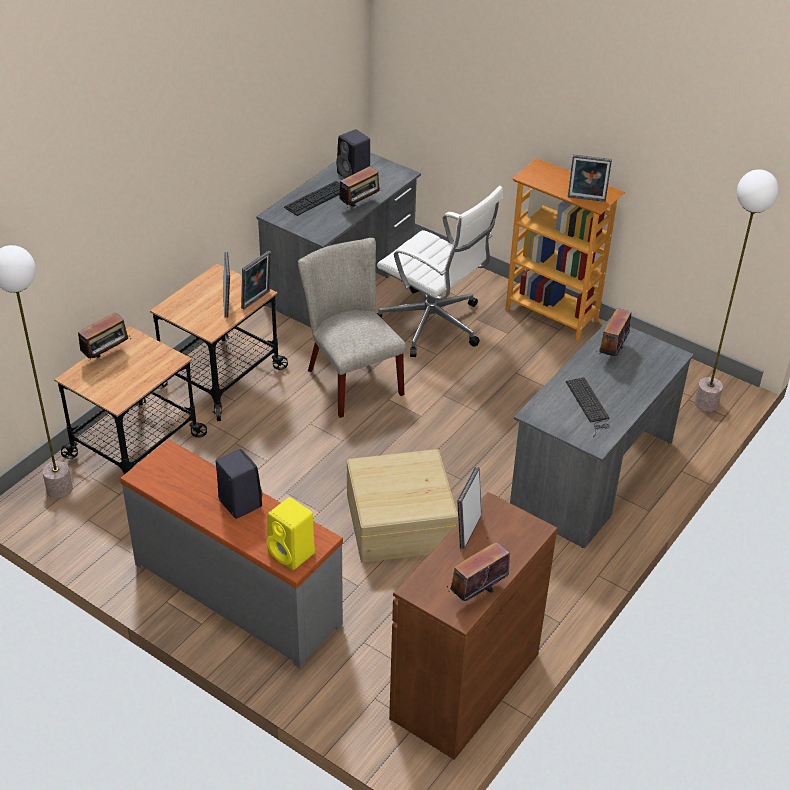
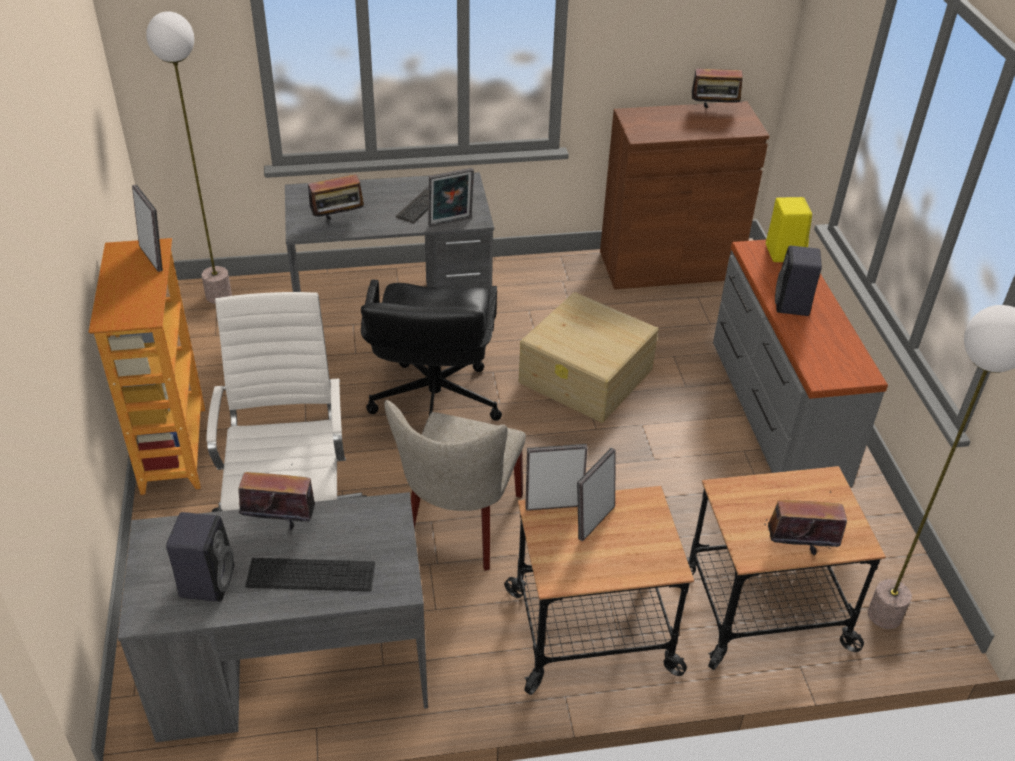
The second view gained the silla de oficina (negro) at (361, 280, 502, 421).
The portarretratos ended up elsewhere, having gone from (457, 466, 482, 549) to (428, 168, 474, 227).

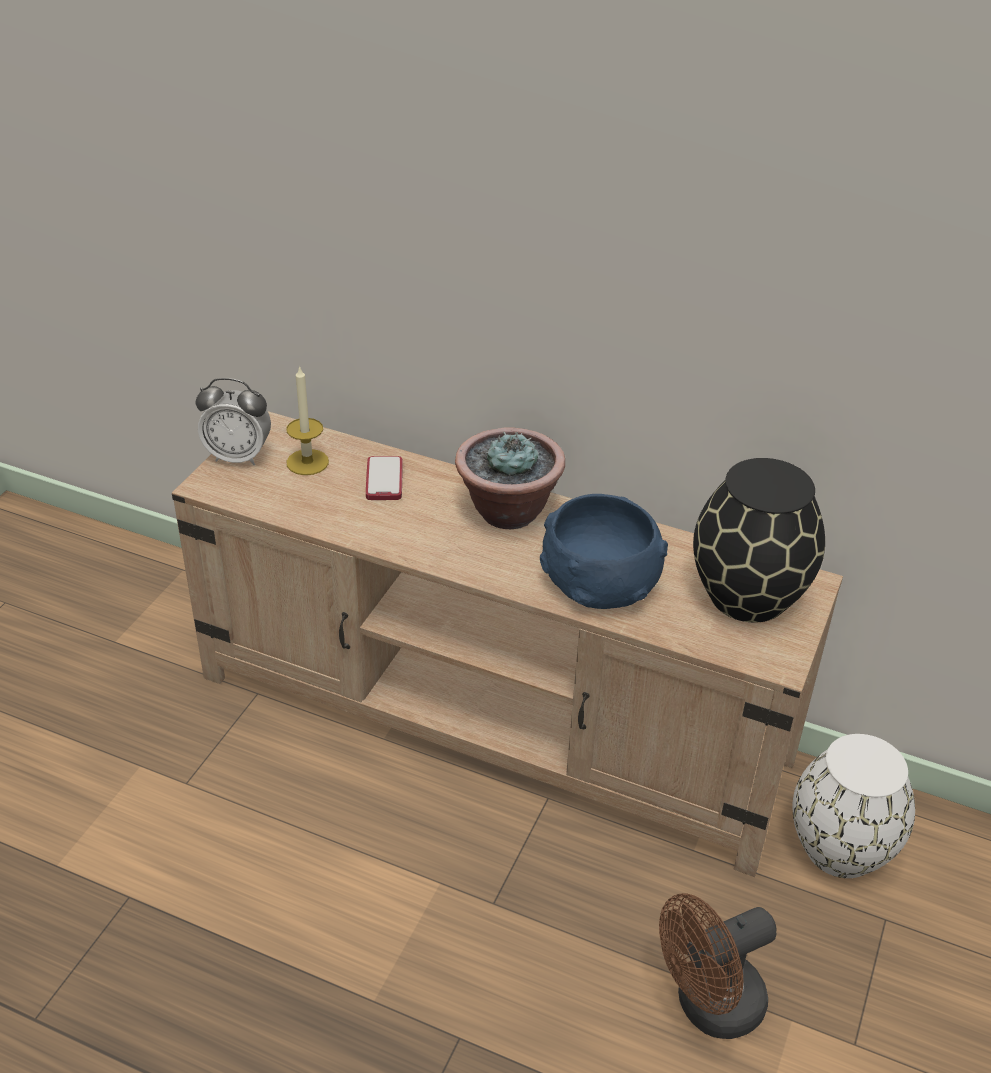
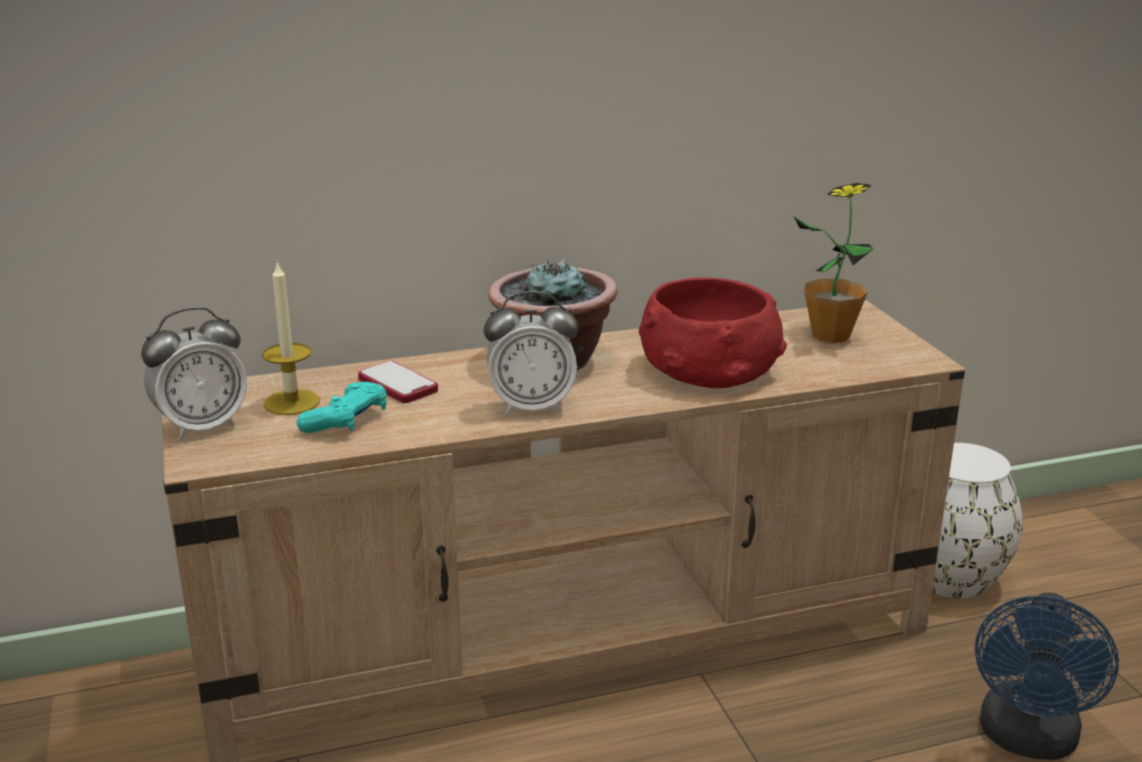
The second view gained the mando de consola (turquesa) at (297, 382, 387, 433).
The second view gained the despertador at (484, 291, 579, 415).
What was the cuenco (azul) at (540, 494, 668, 609) turned into the cuenco (rojo) at (639, 277, 787, 388).
Where the florero (negro) stood at (693, 458, 825, 622), the planta en maceta came to stand at (794, 183, 873, 343).
What was the ventilador (marrón) at (659, 893, 776, 1039) turned into the ventilador (azul) at (975, 593, 1119, 760).

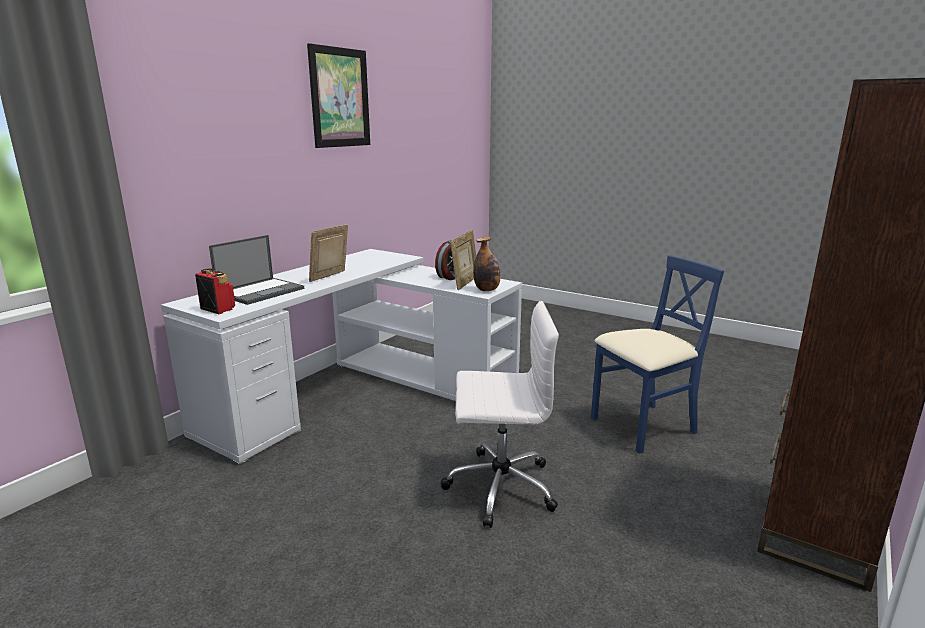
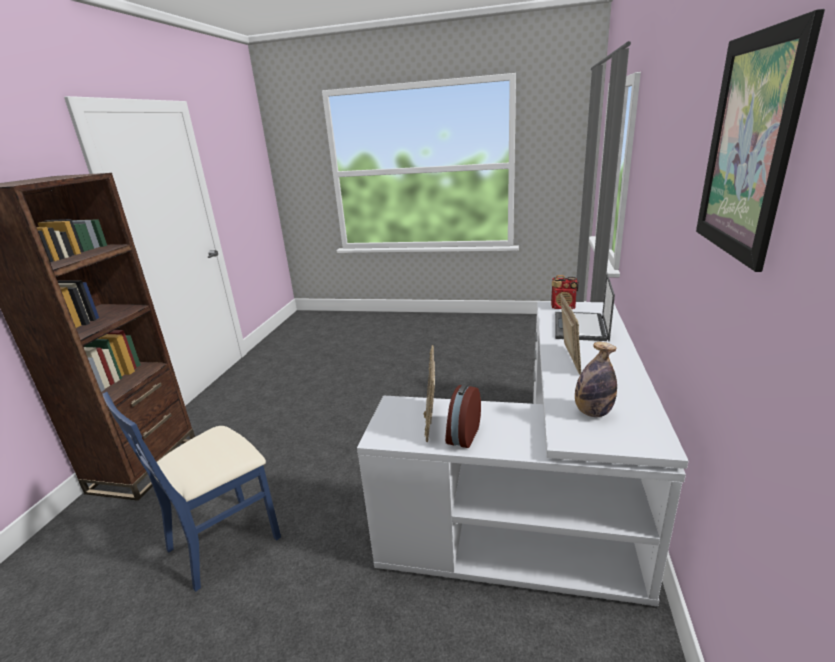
The botella ended up elsewhere, having gone from (473, 237, 500, 291) to (575, 342, 617, 417).
The second view lost the silla de oficina (blanco) at (441, 301, 559, 528).

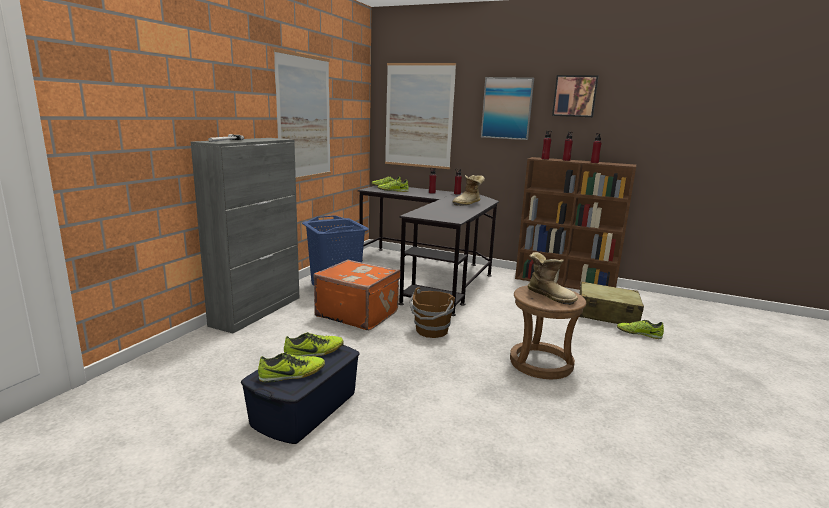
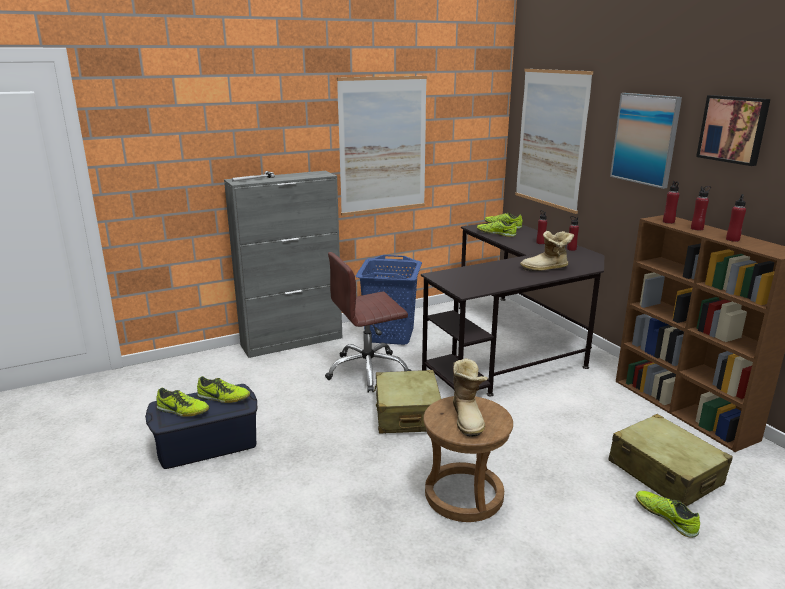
Where the maleta (naranja) stood at (313, 259, 401, 330), the silla de oficina (marrón) came to stand at (325, 252, 411, 393).
Where the cubo (marrón) stood at (409, 287, 455, 338), the maleta (beis) came to stand at (374, 370, 441, 433).

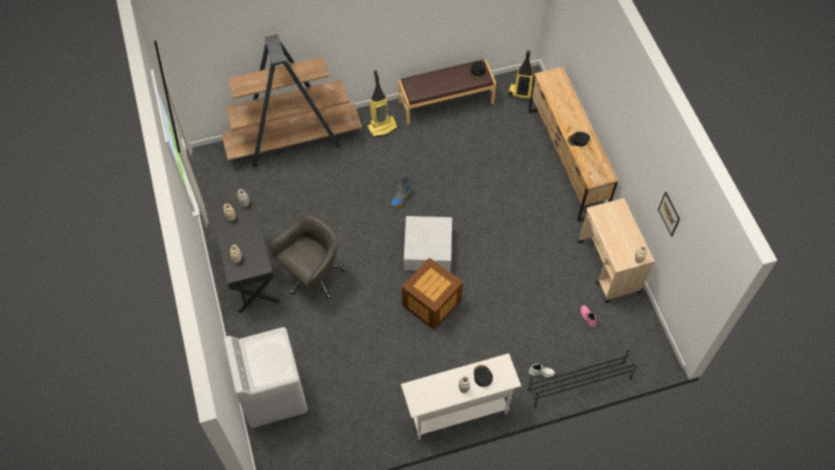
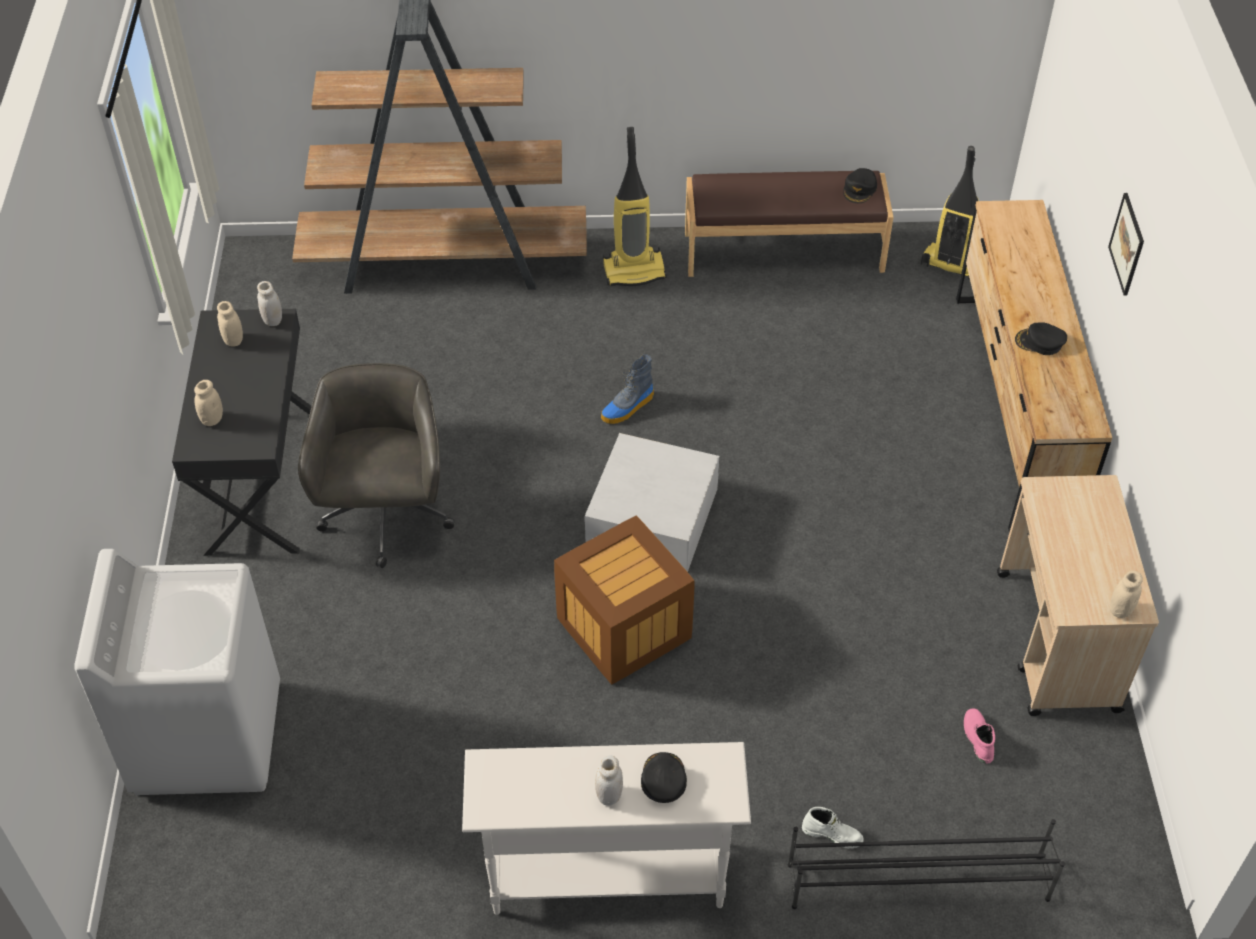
The silla de oficina (gris) at (270, 214, 346, 299) ended up facing another way, 60 degrees counterclockwise from before.
The cuadro ended up elsewhere, having gone from (658, 192, 680, 236) to (1108, 193, 1144, 296).

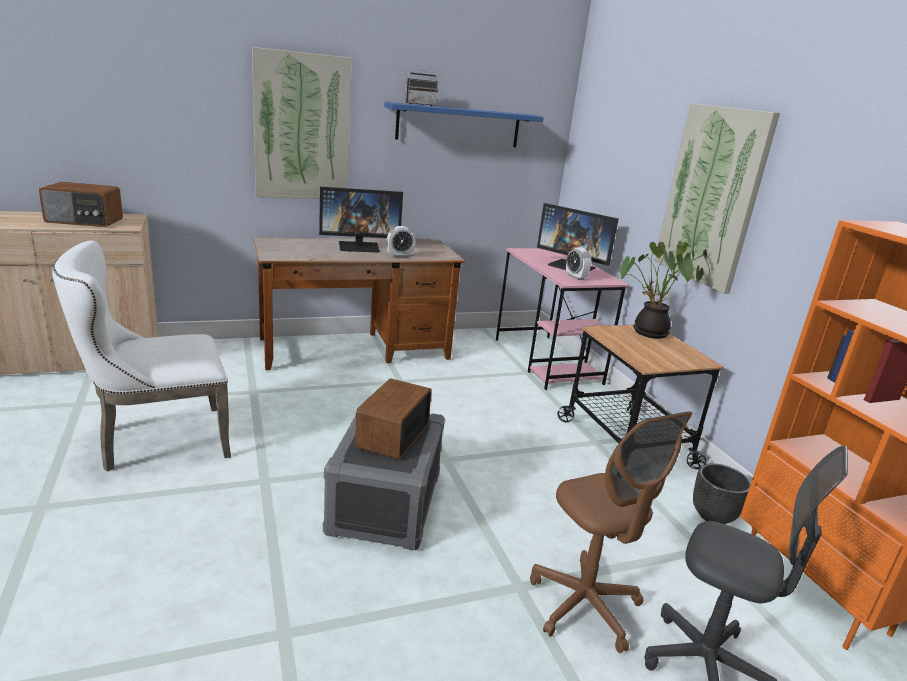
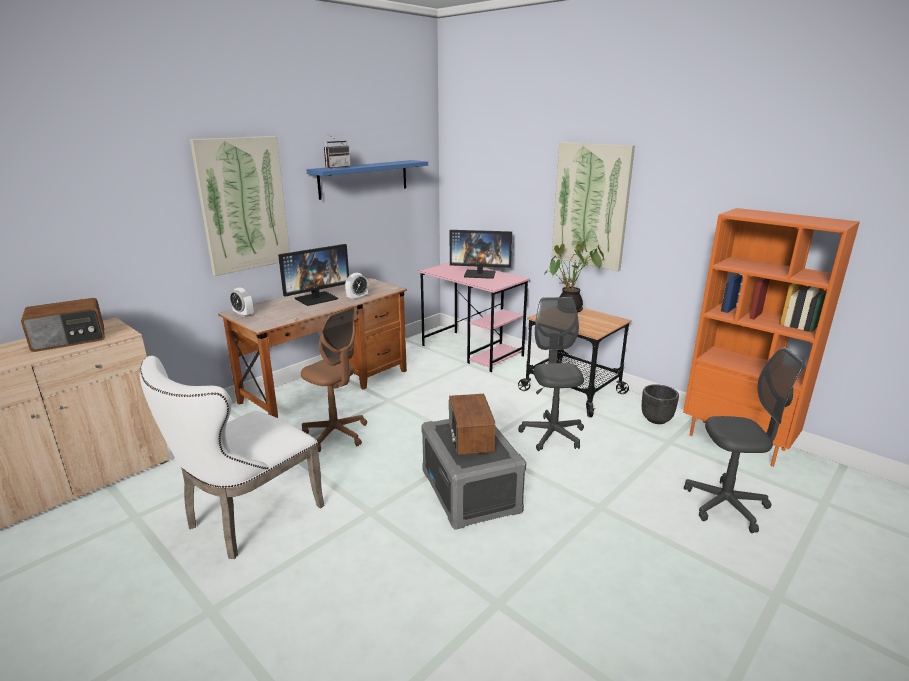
The despertador ended up elsewhere, having gone from (566, 247, 591, 280) to (230, 287, 253, 317).
The silla de oficina (marrón) ended up elsewhere, having gone from (530, 411, 693, 653) to (301, 307, 367, 452).
The second view gained the silla de oficina (gris) at (518, 297, 584, 451).

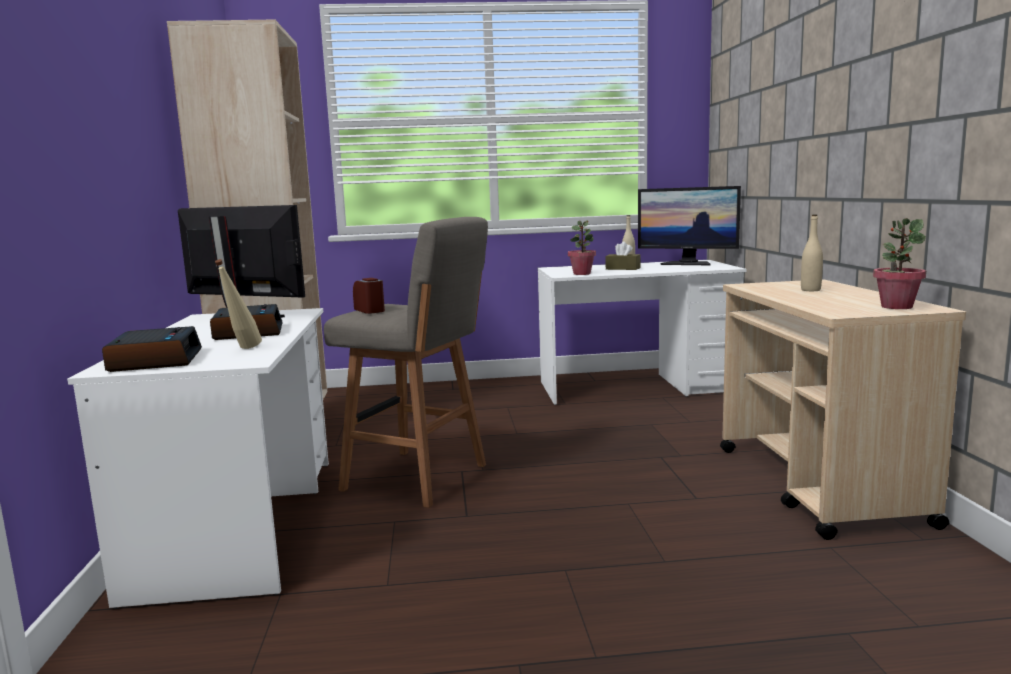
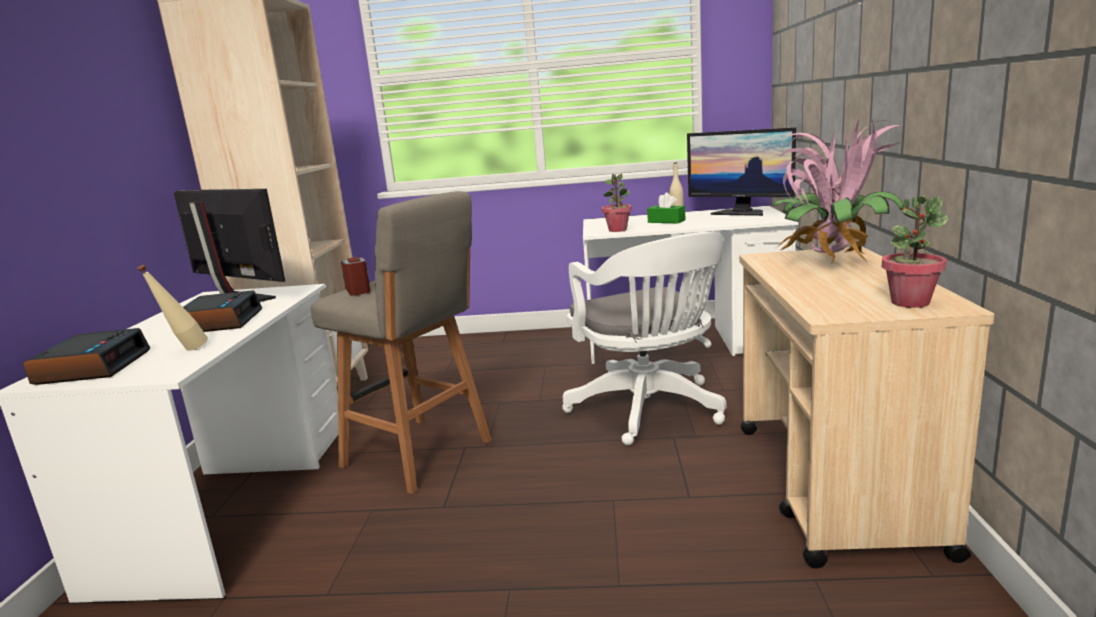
The second view gained the silla de oficina (blanco) at (562, 232, 727, 445).
What was the caja de pañuelos (marrón) at (606, 242, 641, 270) turned into the caja de pañuelos (verde) at (647, 193, 685, 223).
Where the botella (beis) stood at (801, 215, 823, 291), the planta en maceta came to stand at (771, 119, 904, 262).

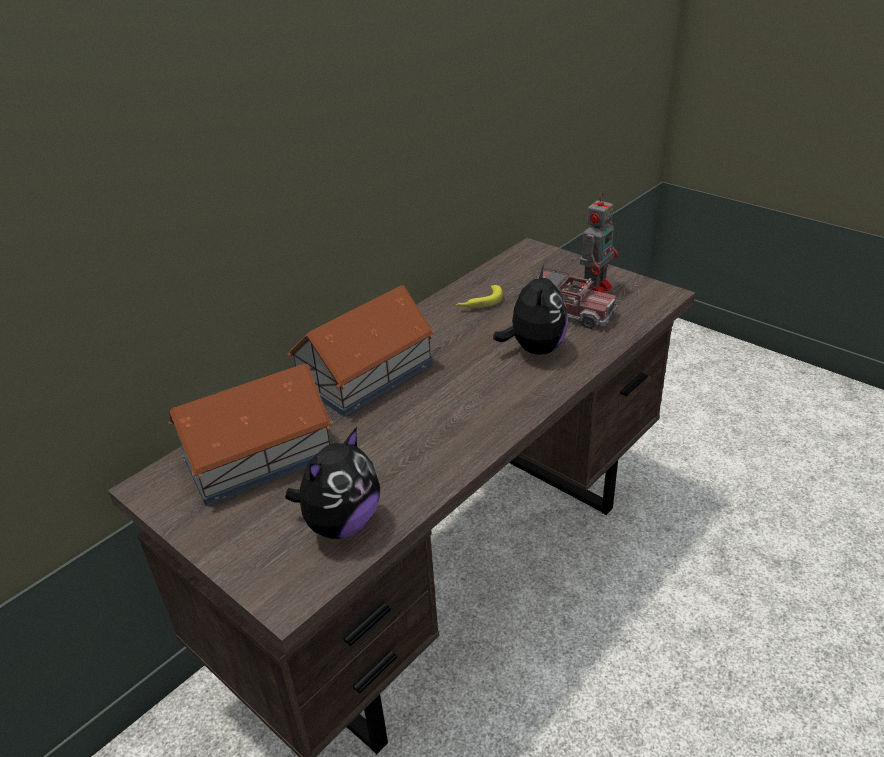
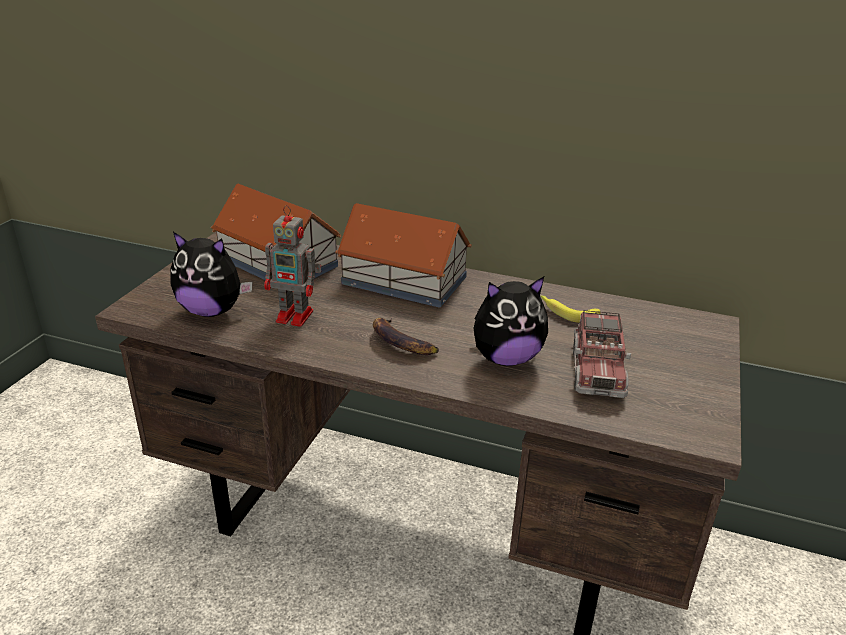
The robot de juguete ended up elsewhere, having gone from (580, 192, 618, 293) to (264, 205, 322, 327).
The second view gained the plátano at (373, 318, 439, 355).

